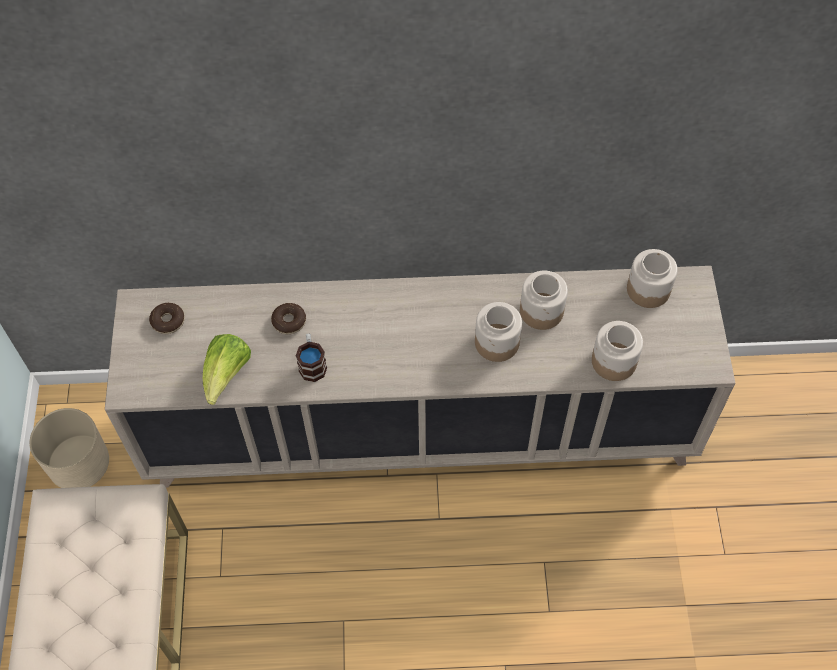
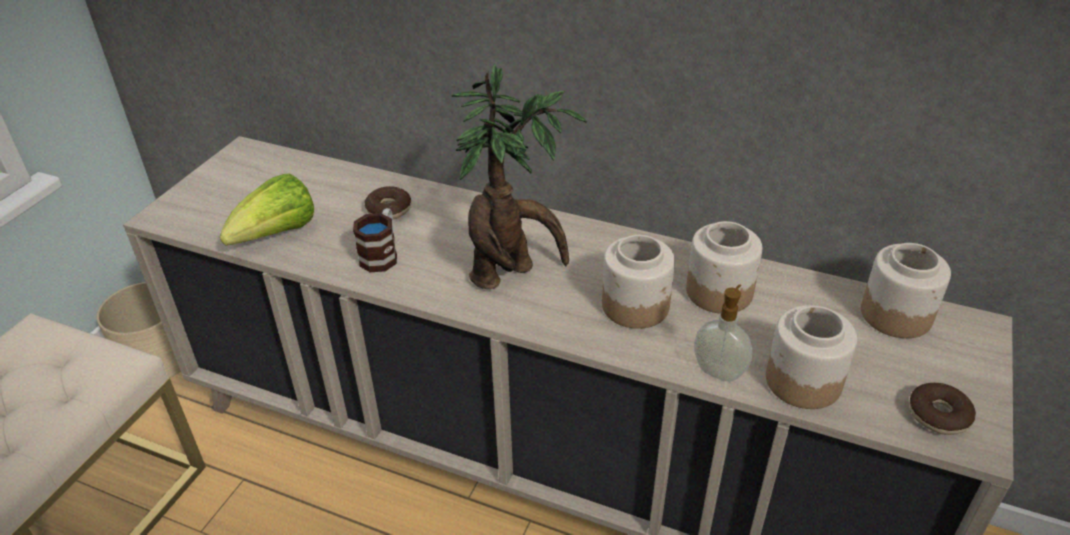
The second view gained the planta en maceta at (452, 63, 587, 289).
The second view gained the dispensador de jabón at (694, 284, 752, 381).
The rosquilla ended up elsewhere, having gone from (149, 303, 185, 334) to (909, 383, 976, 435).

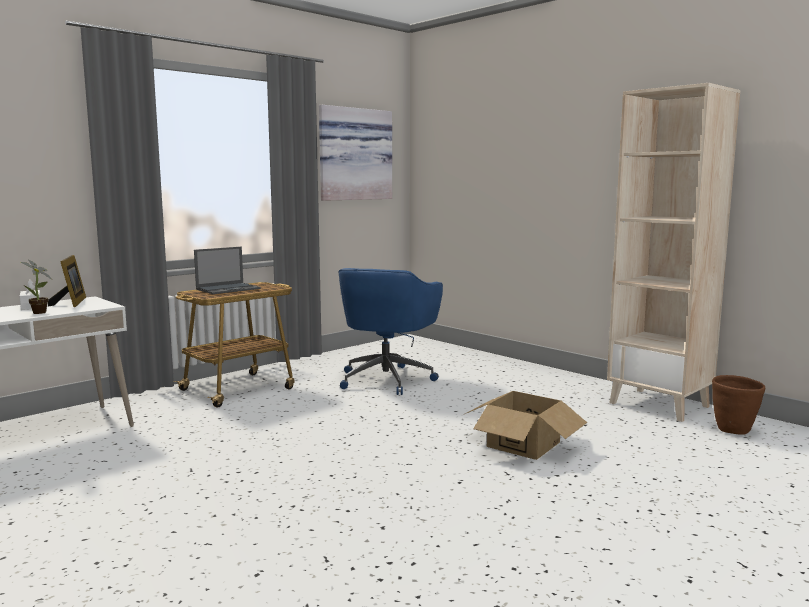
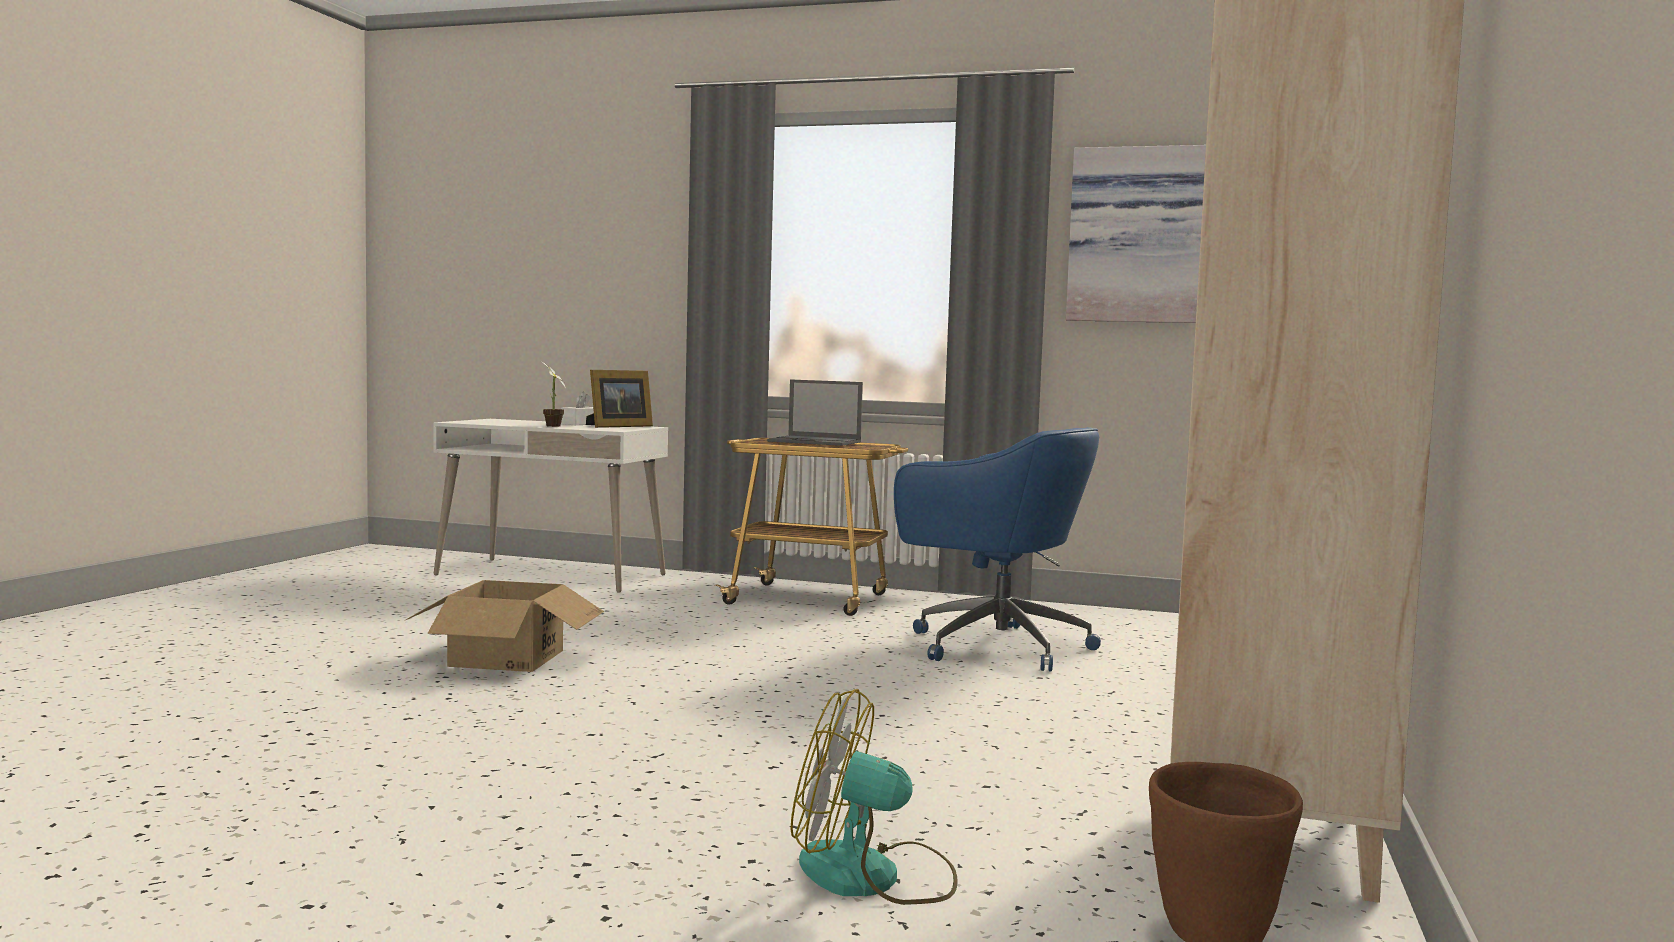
The caja de cartón ended up elsewhere, having gone from (465, 391, 587, 460) to (406, 580, 604, 672).
The second view gained the ventilador at (790, 689, 958, 905).
The silla de oficina (azul) at (338, 268, 443, 395) ended up facing another way, 135 degrees counterclockwise from before.

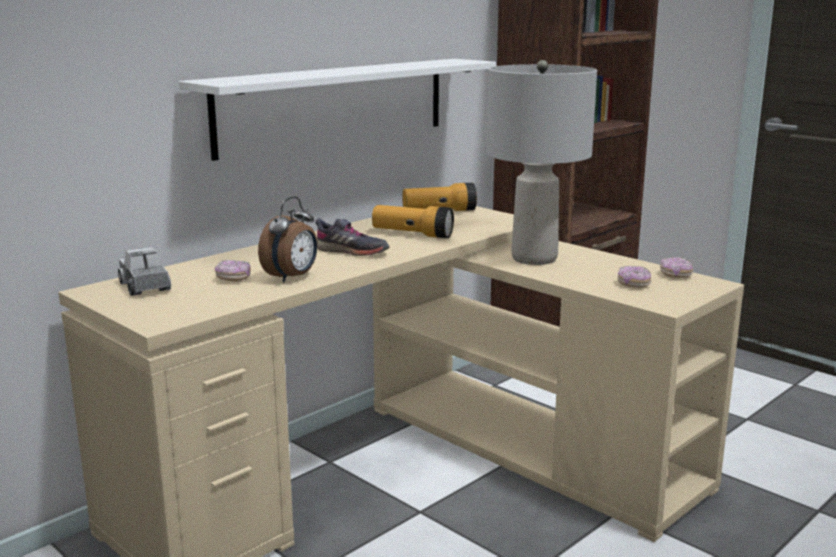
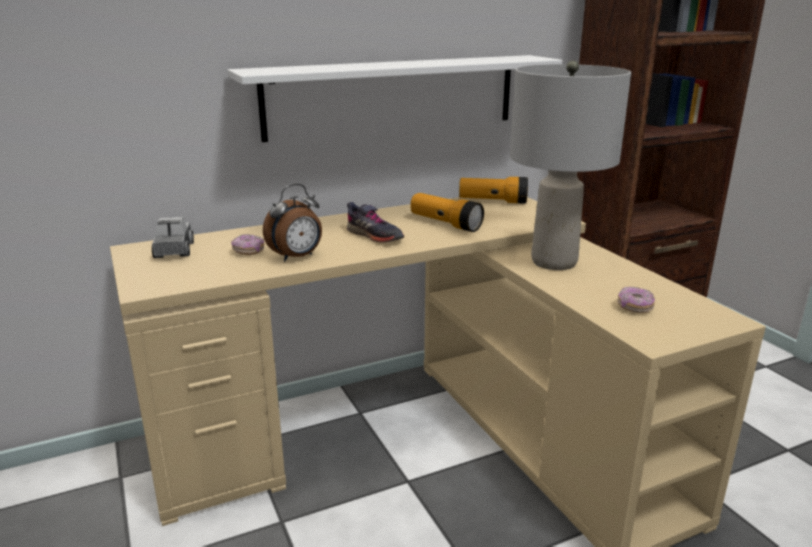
The second view lost the rosquilla at (660, 257, 693, 278).

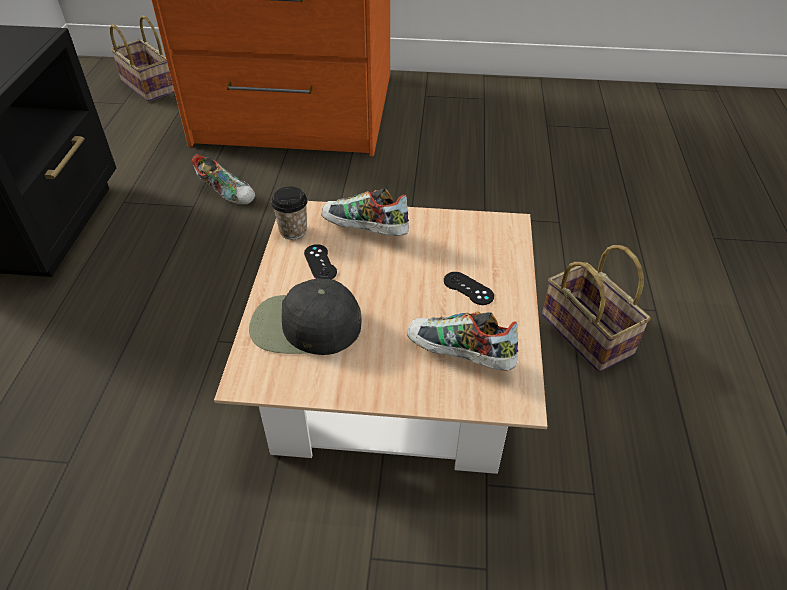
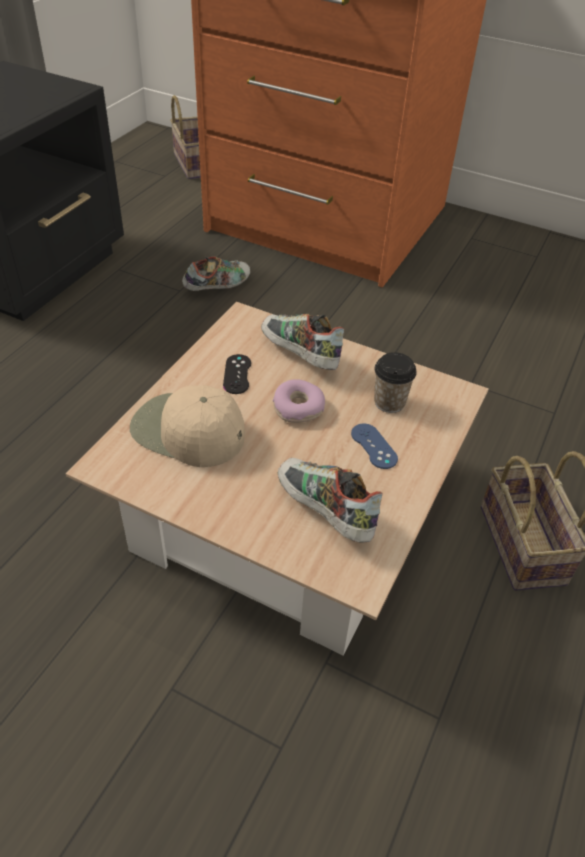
What was the gorra (negro) at (249, 279, 361, 355) turned into the gorra (beis) at (130, 385, 245, 467).
The zapato at (192, 154, 255, 205) ended up facing another way, 90 degrees counterclockwise from before.
The second view gained the rosquilla at (272, 379, 325, 423).
What was the mando de consola (negro) at (444, 272, 494, 305) turned into the mando de consola (azul) at (351, 424, 398, 469).
The taza ended up elsewhere, having gone from (271, 187, 308, 240) to (374, 352, 417, 413).

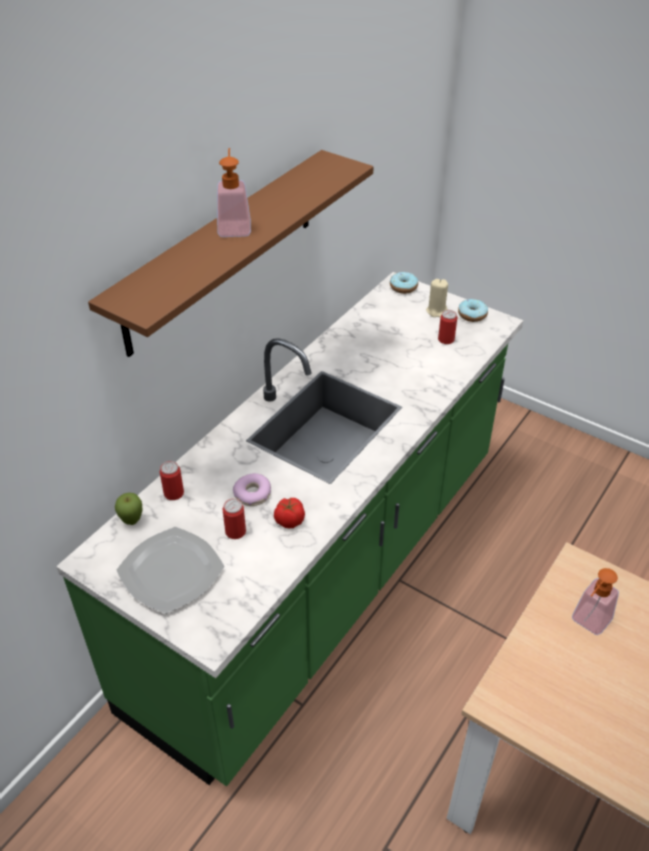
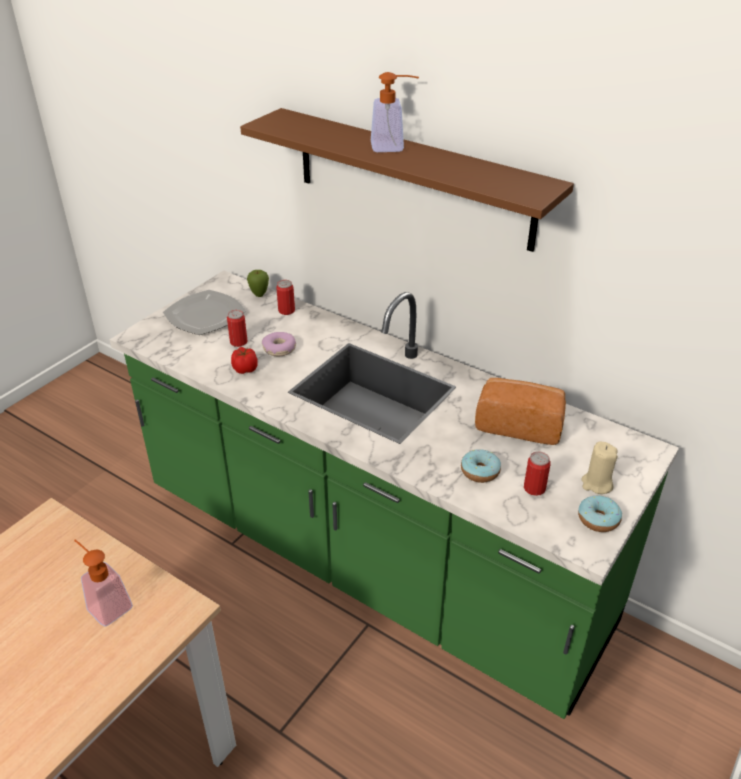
The rosquilla ended up elsewhere, having gone from (390, 272, 418, 294) to (461, 449, 501, 483).
The second view gained the pan at (475, 378, 566, 445).

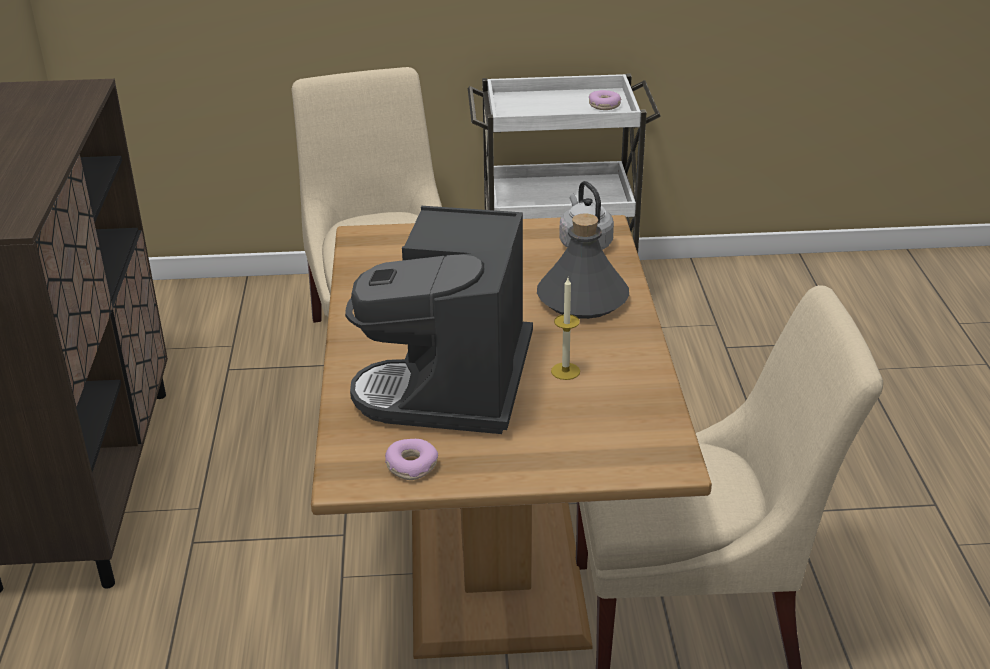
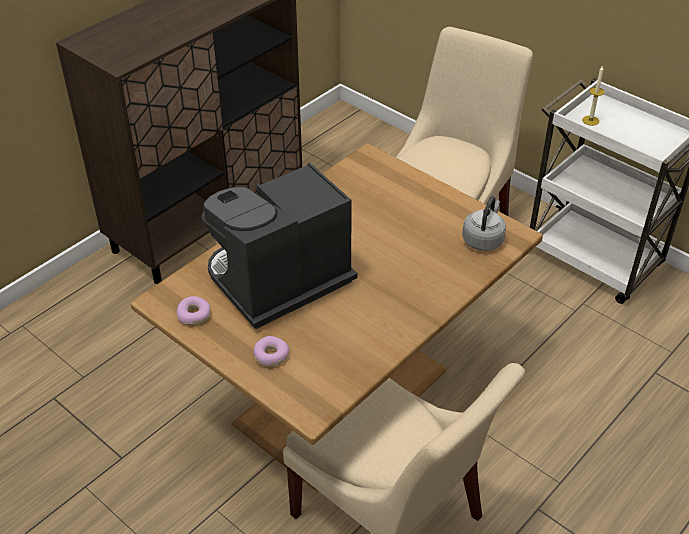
The rosquilla ended up elsewhere, having gone from (589, 90, 621, 110) to (253, 336, 289, 367).
The vela ended up elsewhere, having gone from (551, 278, 580, 380) to (582, 65, 604, 126).
The second view lost the botella (gris) at (537, 213, 629, 319).

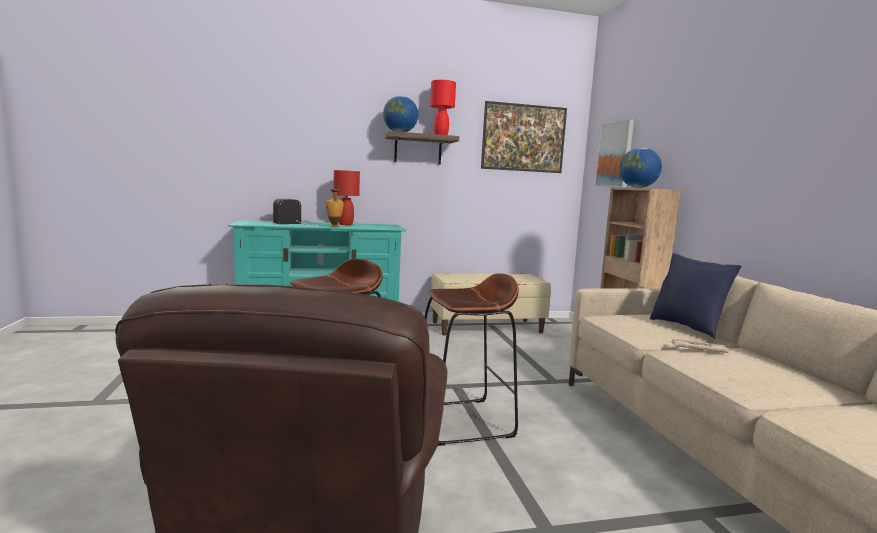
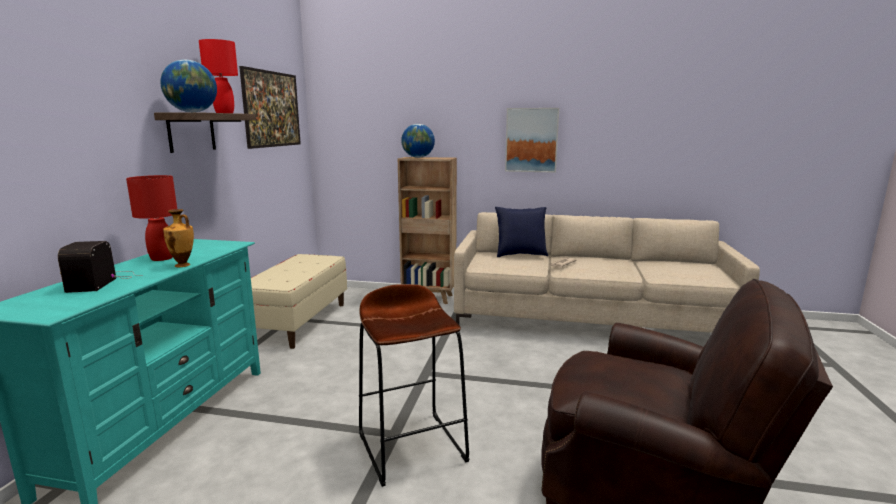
The cuadro ended up elsewhere, having gone from (594, 119, 634, 188) to (505, 108, 559, 173).
The second view lost the taburete (marrón) at (425, 273, 519, 446).

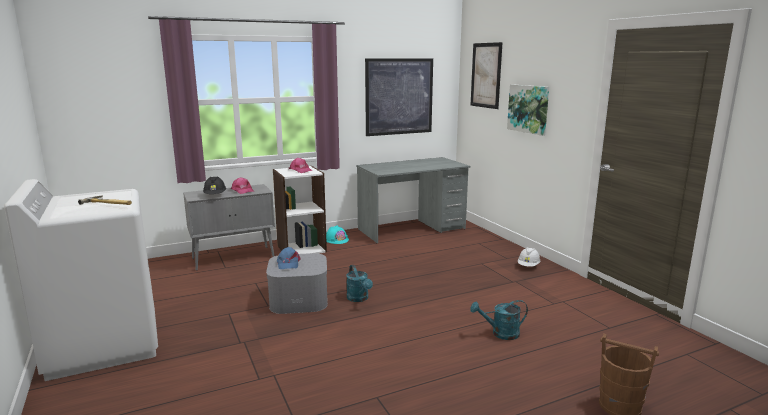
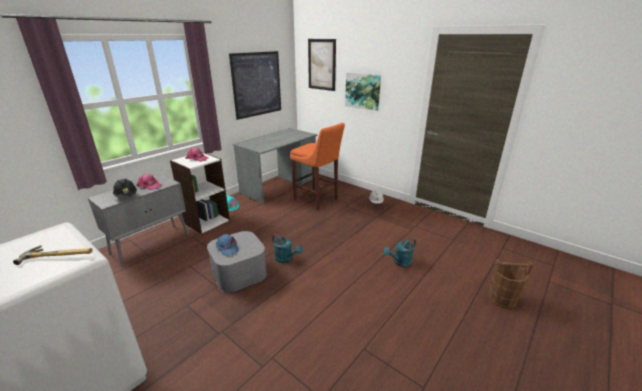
The second view gained the taburete (naranja) at (290, 123, 345, 210).

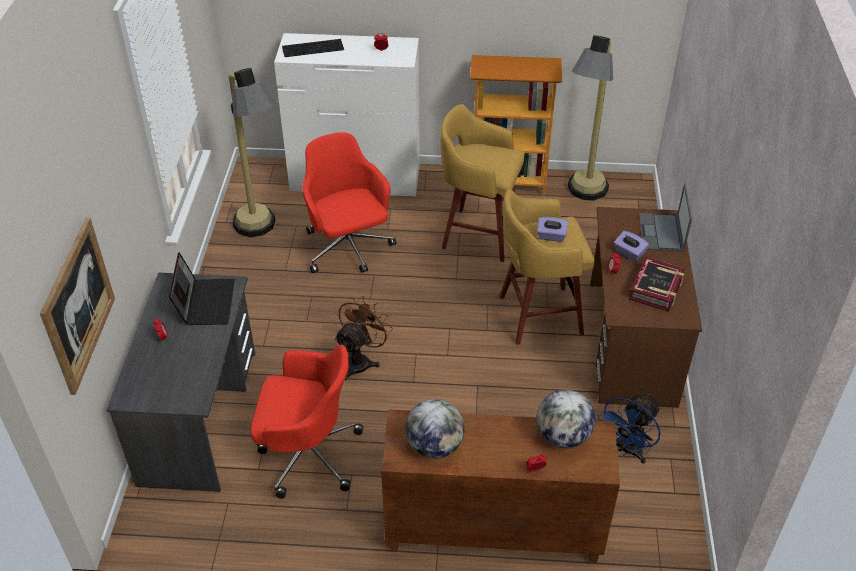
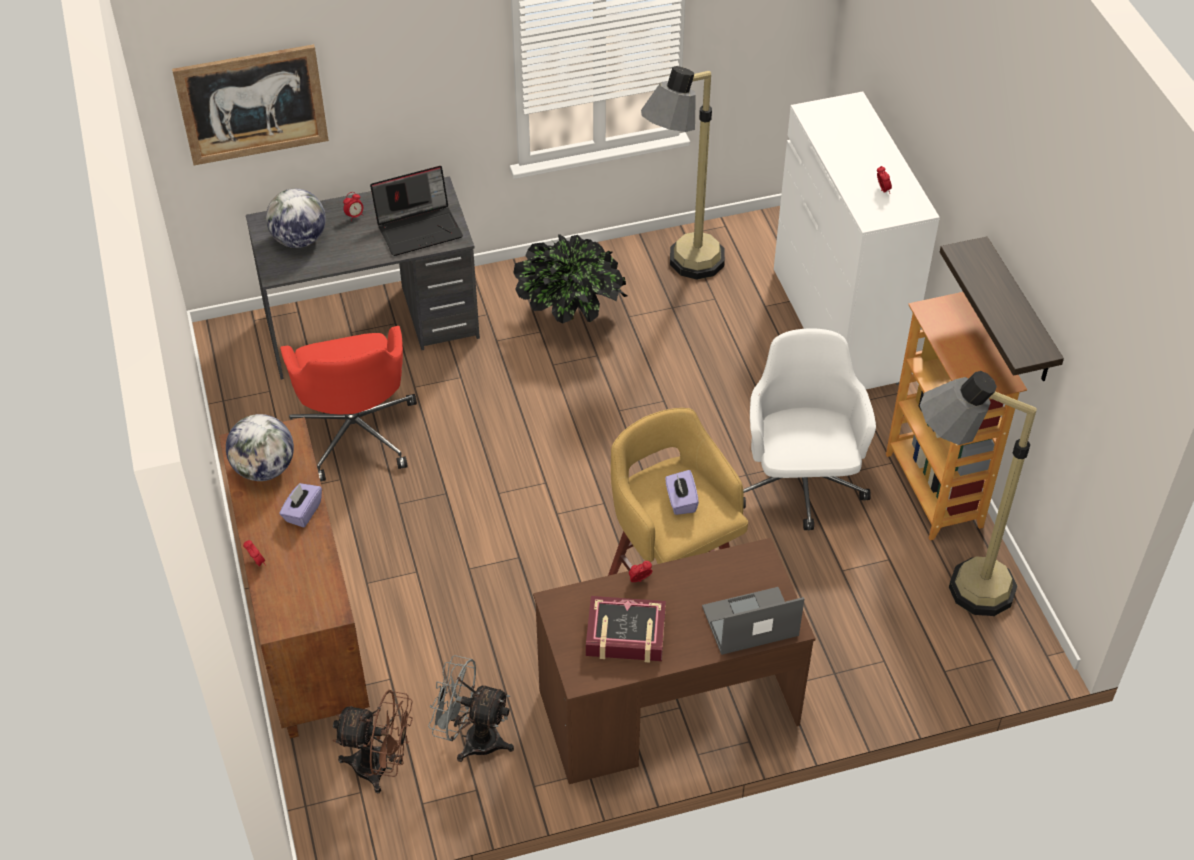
The globo terráqueo ended up elsewhere, having gone from (537, 389, 596, 449) to (266, 189, 326, 248).
The caja de pañuelos (morado) ended up elsewhere, having gone from (614, 231, 649, 262) to (279, 483, 322, 528).
The ventilador (marrón) ended up elsewhere, having gone from (334, 296, 393, 381) to (333, 690, 413, 793).
What was the ventilador (azul) at (598, 393, 661, 464) turned into the ventilador (gris) at (428, 655, 514, 762).
The second view gained the planta en maceta at (513, 234, 627, 323).
Where the taburete (amarillo) stood at (440, 104, 525, 262), the silla de oficina (blanco) came to stand at (743, 328, 876, 530).
The second view gained the estante at (940, 237, 1064, 381).
The second view lost the teclado at (282, 39, 344, 57).
The second view lost the silla de oficina (rojo) at (302, 133, 397, 273).

